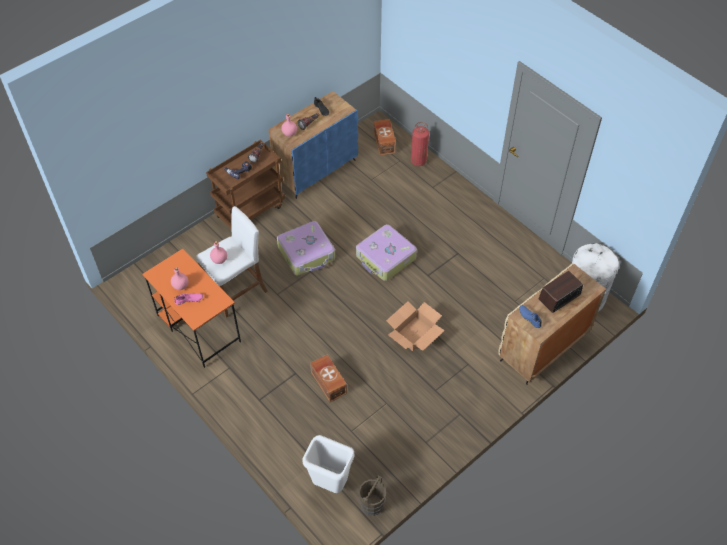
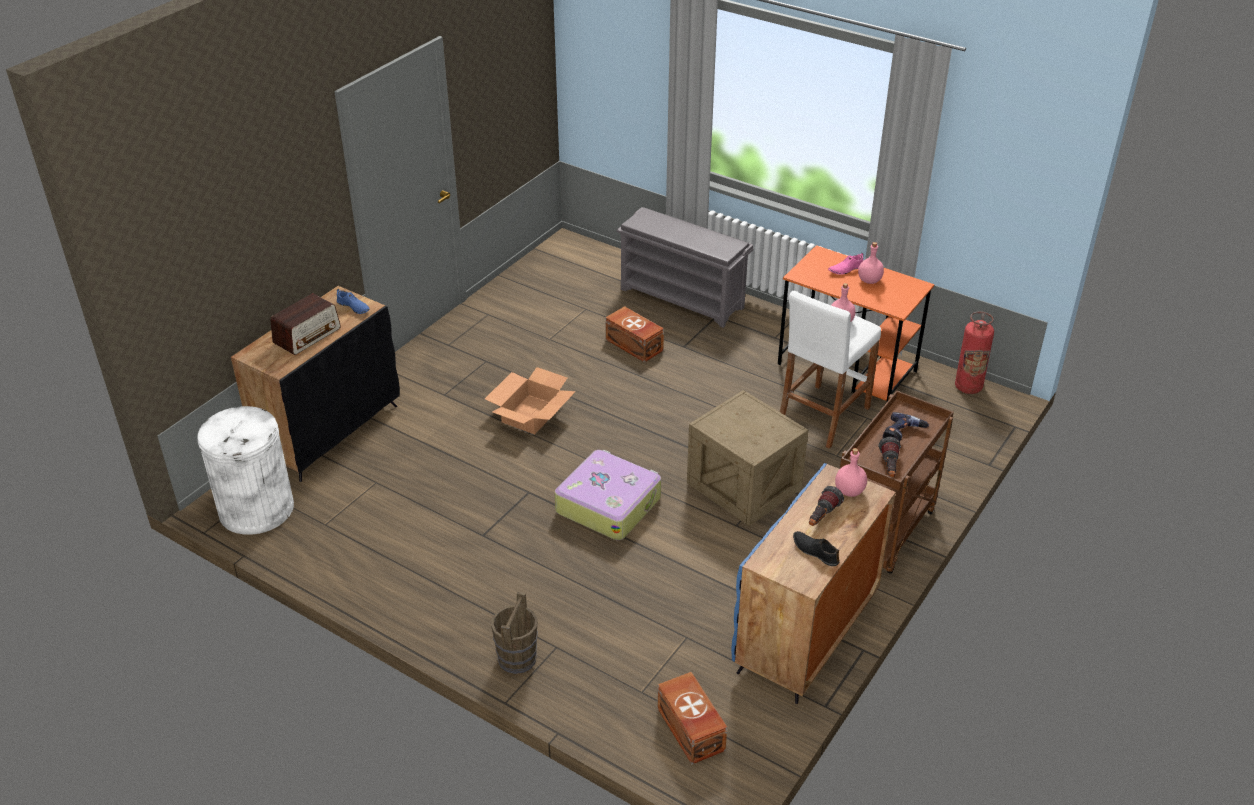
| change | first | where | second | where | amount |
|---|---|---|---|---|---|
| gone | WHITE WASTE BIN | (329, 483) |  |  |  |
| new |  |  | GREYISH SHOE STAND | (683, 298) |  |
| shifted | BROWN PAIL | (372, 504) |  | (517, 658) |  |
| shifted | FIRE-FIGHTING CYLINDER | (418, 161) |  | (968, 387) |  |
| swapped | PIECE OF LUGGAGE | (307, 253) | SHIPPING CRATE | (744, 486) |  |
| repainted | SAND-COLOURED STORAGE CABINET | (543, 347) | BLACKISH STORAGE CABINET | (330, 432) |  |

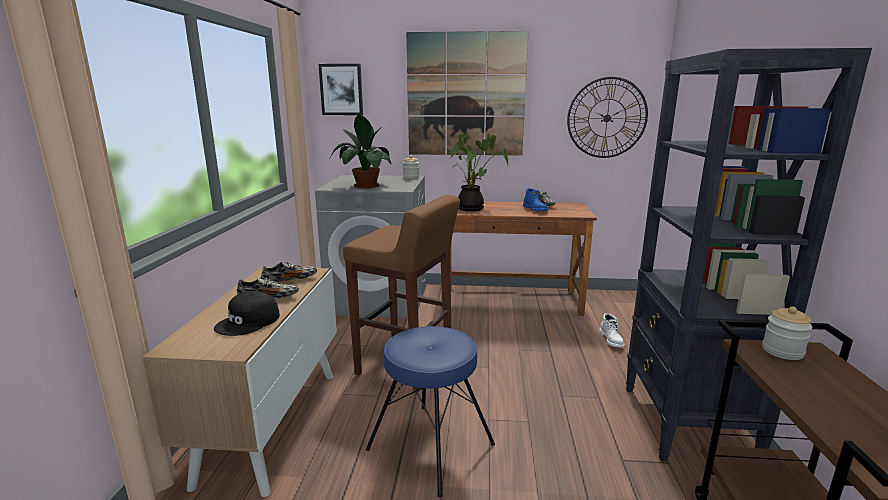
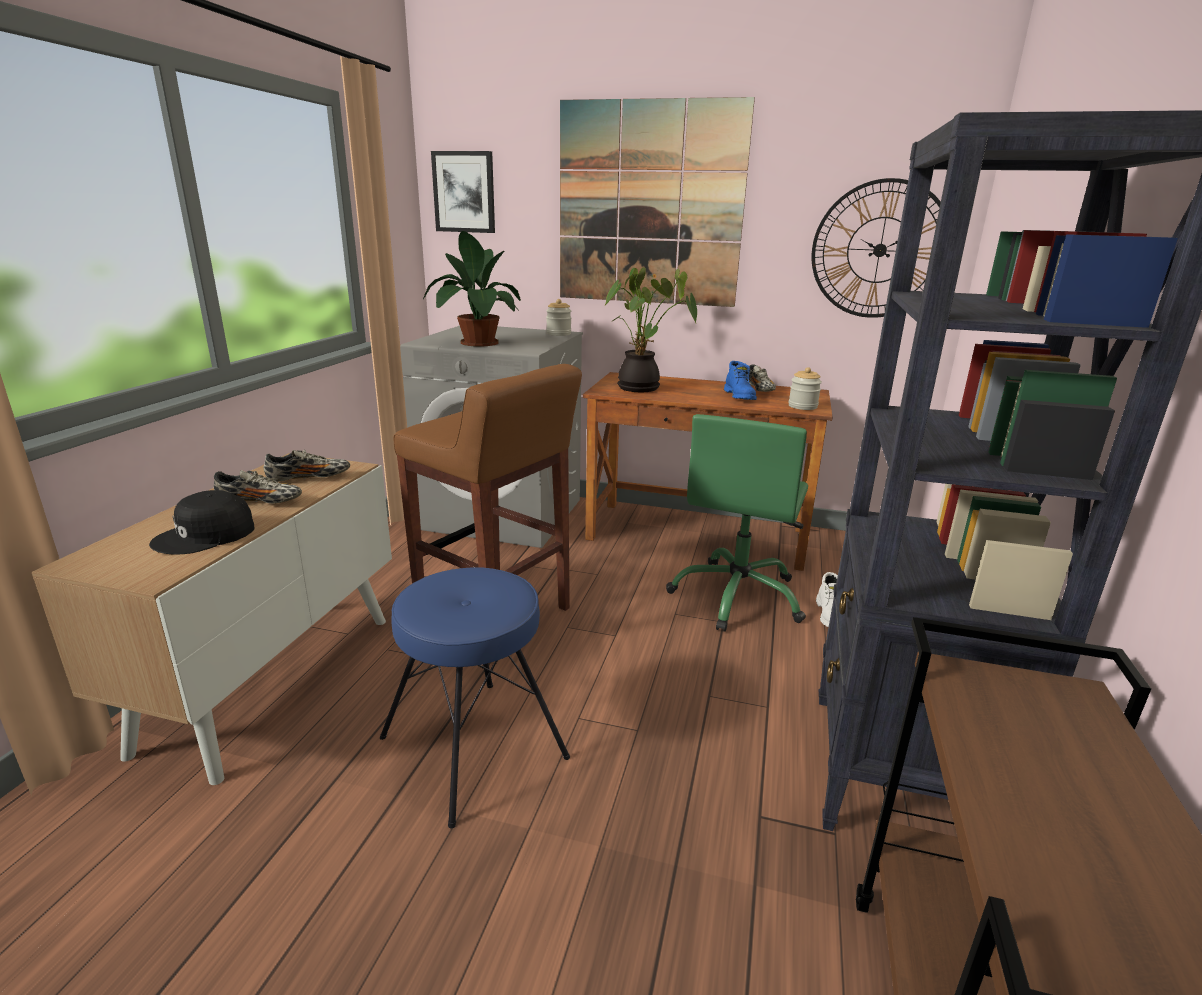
| change | first | where | second | where | amount |
|---|---|---|---|---|---|
| new |  |  | GREEN-COLOURED OFFICE CHAIR | (737, 596) |  |
| shifted | STORAGE JAR | (782, 351) |  | (802, 406) |  |

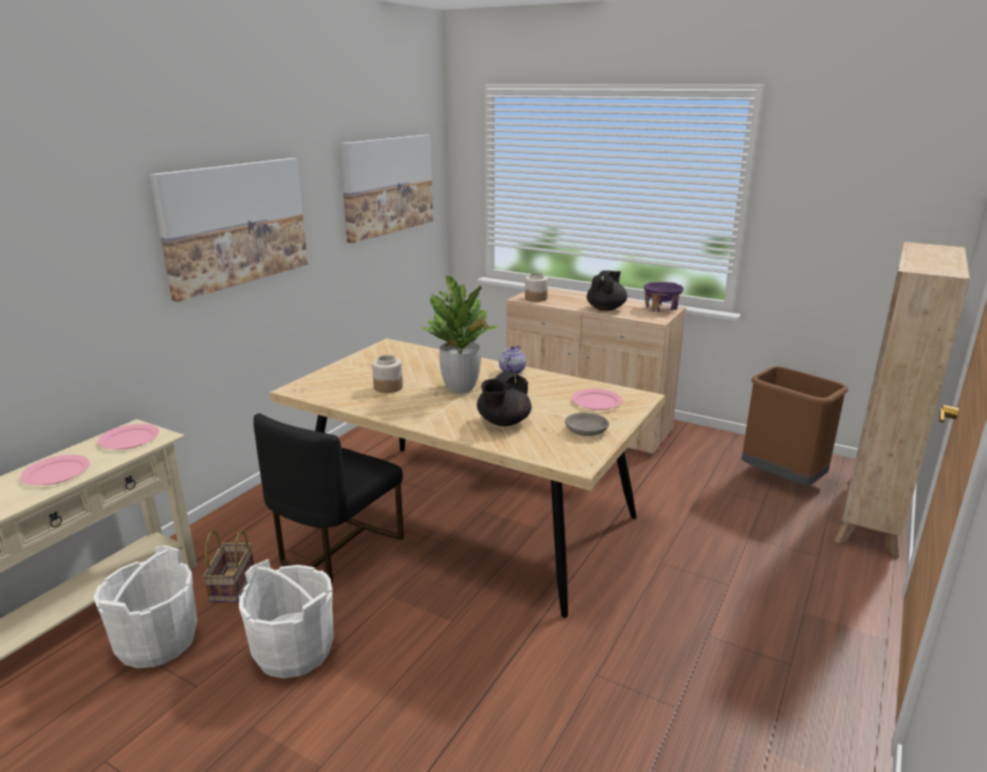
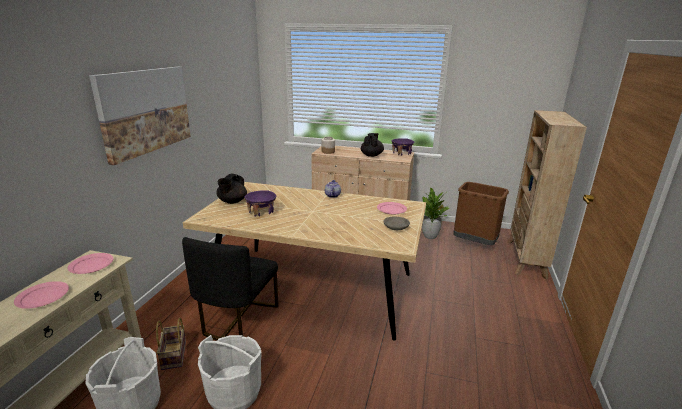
| change | first | where | second | where | amount |
|---|---|---|---|---|---|
| gone | WALL PICTURE | (387, 185) |  |  |  |
| shifted | PLANT IN A POT | (461, 387) |  | (430, 236) |  |
| shifted | BLACKISH POT FOR TEA | (503, 422) |  | (232, 201) |  |
| swapped | STORAGE JAR | (388, 387) | PURPLE SERVING BOWL | (261, 212) |  |

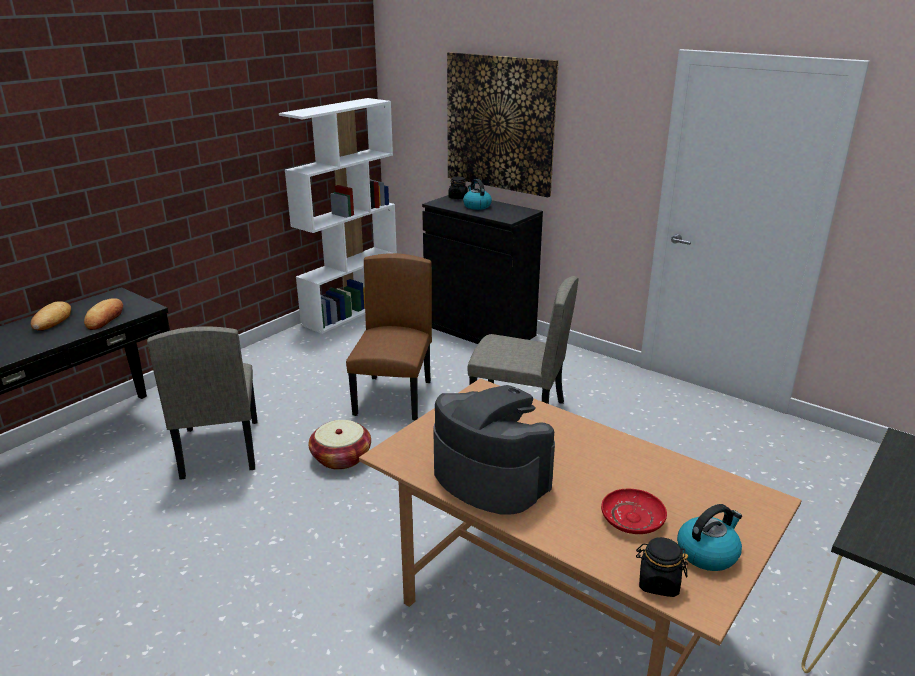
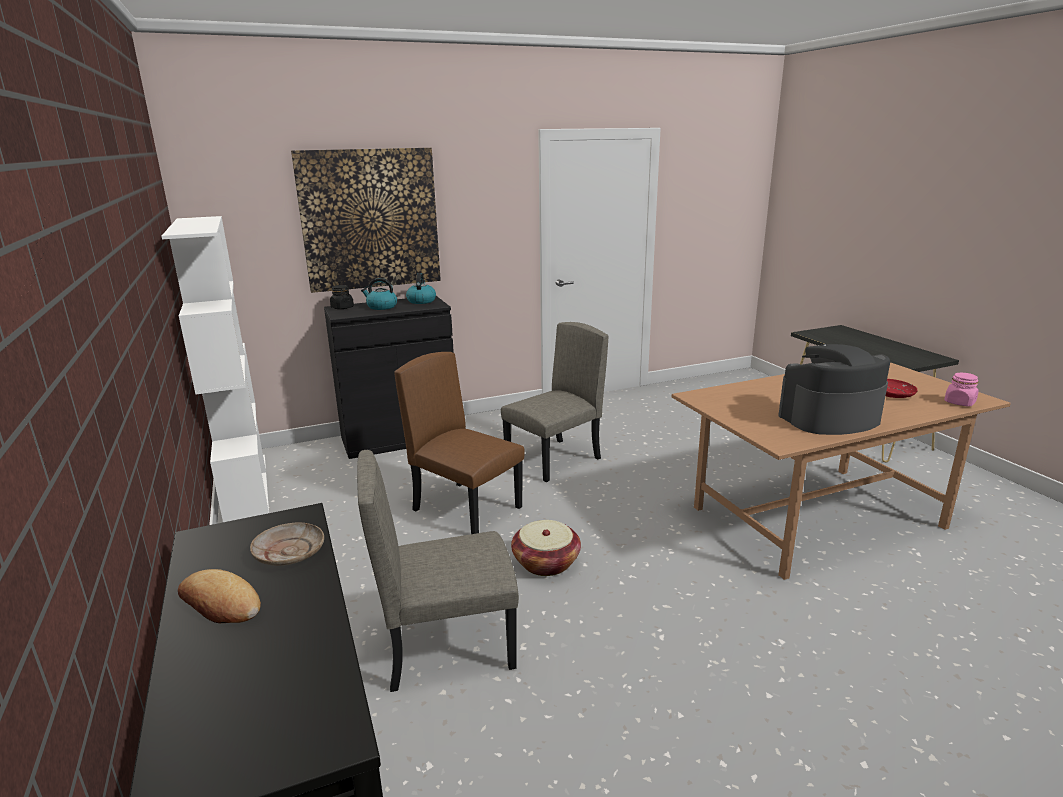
| change | first | where | second | where | amount |
|---|---|---|---|---|---|
| shifted | WATER KETTLE | (707, 553) |  | (421, 301) |  |
| swapped | BREAD | (105, 318) | SAND-COLOURED PLATE | (289, 552) |  |
| repainted | BLACKISH STORAGE JAR | (658, 583) | PINKISH STORAGE JAR | (959, 402) |  |
| rotated | SAND-COLOURED UPRIGHT CHAIR | (219, 449) |  | (448, 645) | 150 degrees clockwise |

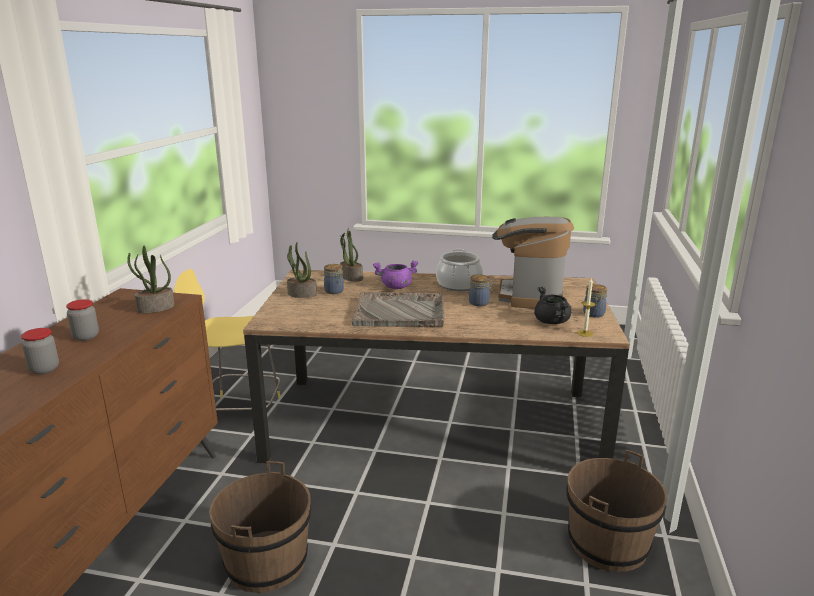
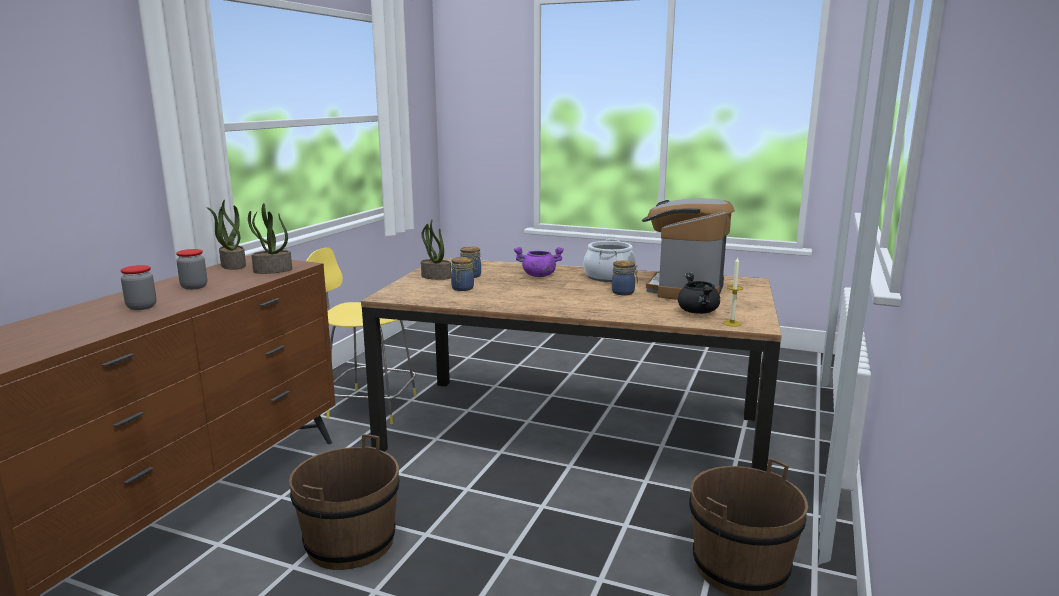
| change | first | where | second | where | amount |
|---|---|---|---|---|---|
| gone | GREYISH SERVING TRAY | (400, 312) |  |  |  |
| shifted | PLANT IN A POT | (351, 277) |  | (232, 265) |  |
| shifted | STORAGE JAR | (594, 314) |  | (462, 289) |  |

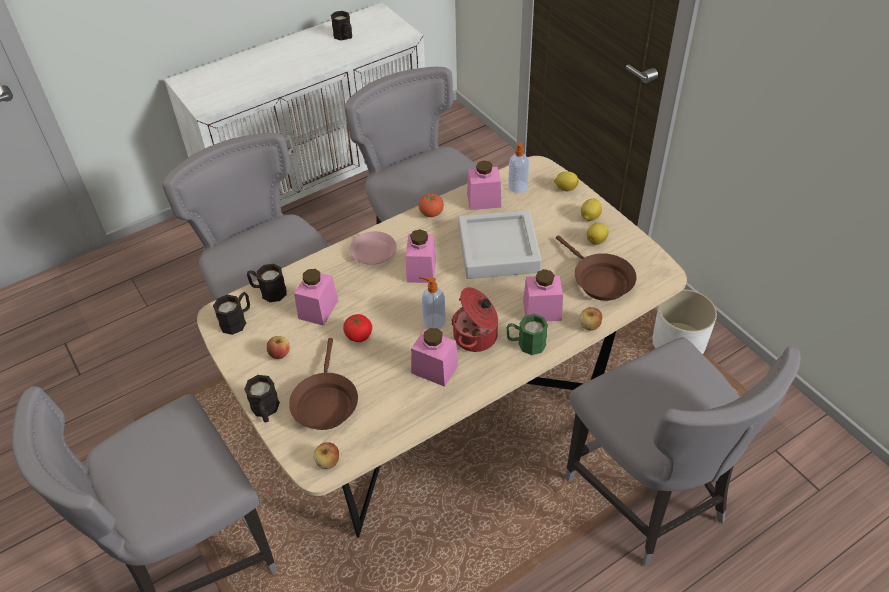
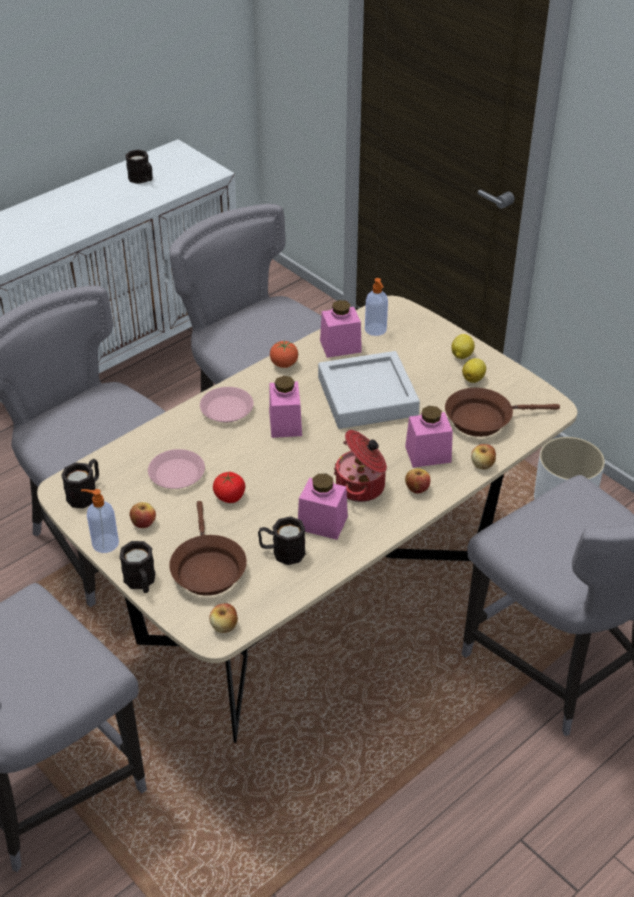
| change | first | where | second | where | amount |
|---|---|---|---|---|---|
| gone | CITRUS FRUIT | (565, 188) |  |  |  |
| shifted | BLACKISH COFFEE MUG | (268, 292) |  | (282, 552) |  |
| shifted | SOAP BOTTLE | (433, 321) |  | (104, 543) |  |
| swapped | PINKISH STORAGE JAR | (318, 309) | PINKISH PLATE | (177, 474) |  |
| swapped | GREEN-COLOURED COFFEE MUG | (526, 343) | APPLE FRUIT | (417, 489) |  |
| rotated | BROWN PAN | (599, 280) |  | (484, 419) | 120 degrees clockwise |

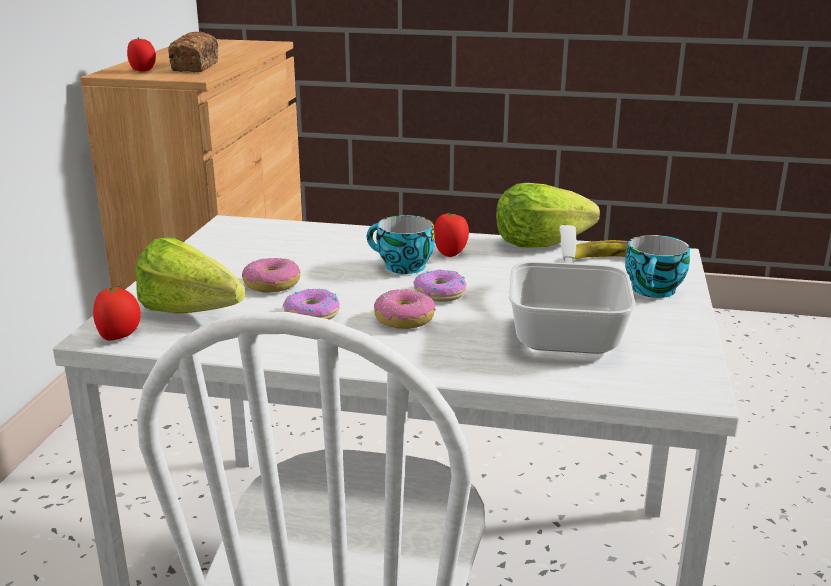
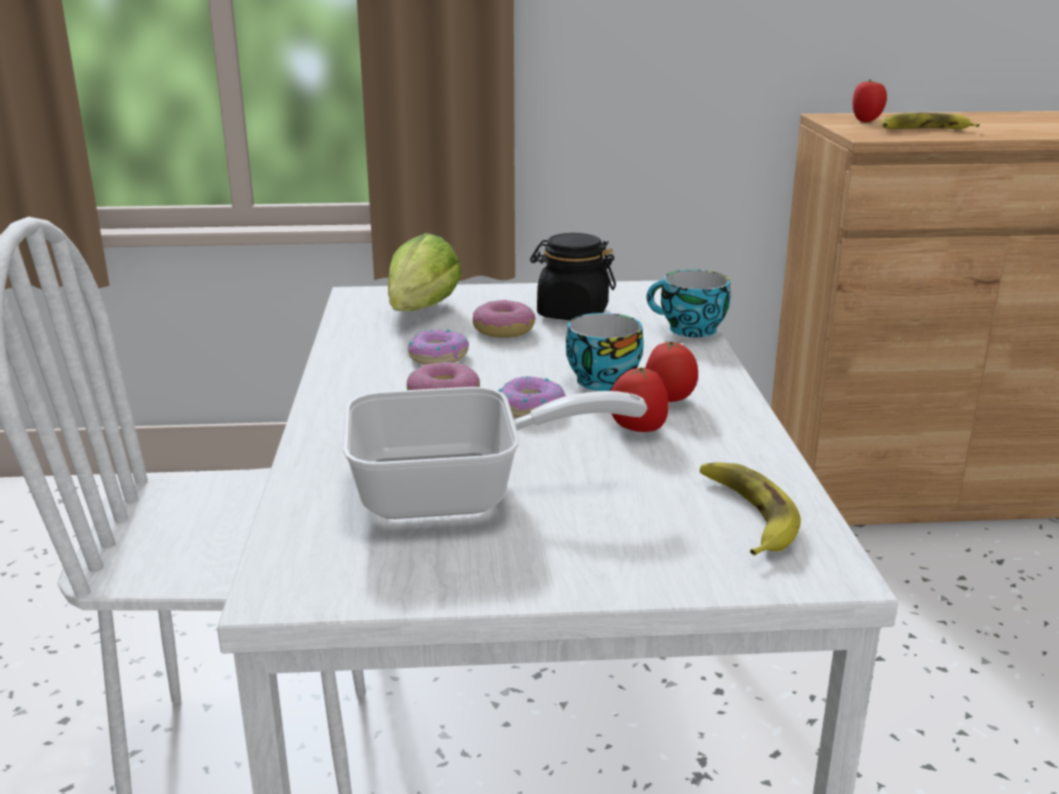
| change | first | where | second | where | amount |
|---|---|---|---|---|---|
| gone | LETTUCE HEAD | (539, 244) |  |  |  |
| new |  |  | BLACKISH STORAGE JAR | (572, 313) |  |
| shifted | FRESH TOMATO | (120, 337) |  | (637, 429) |  |
| shifted | CUP | (654, 291) |  | (689, 330) |  |
| swapped | BREAD | (195, 67) | BANANA FRUIT | (923, 130) |  |

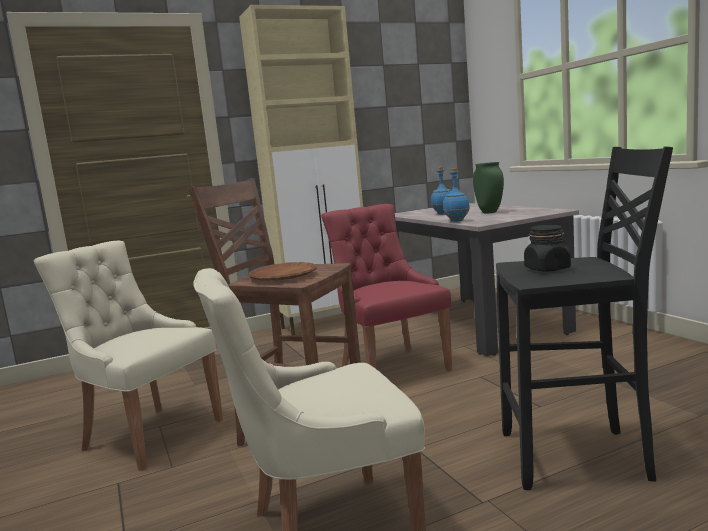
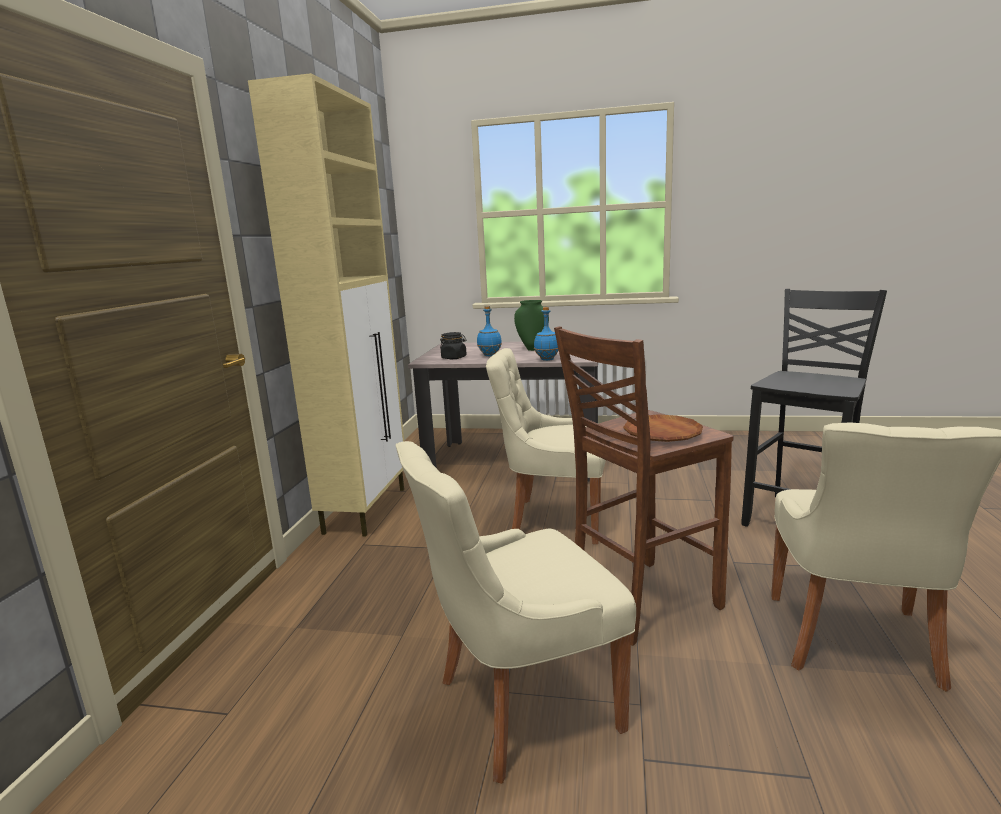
| change | first | where | second | where | amount |
|---|---|---|---|---|---|
| shifted | BLACKISH STORAGE JAR | (547, 269) |  | (454, 358) |  |
| repainted | REDDISH UPRIGHT CHAIR | (392, 367) | SAND-COLOURED UPRIGHT CHAIR | (553, 519) |  |

